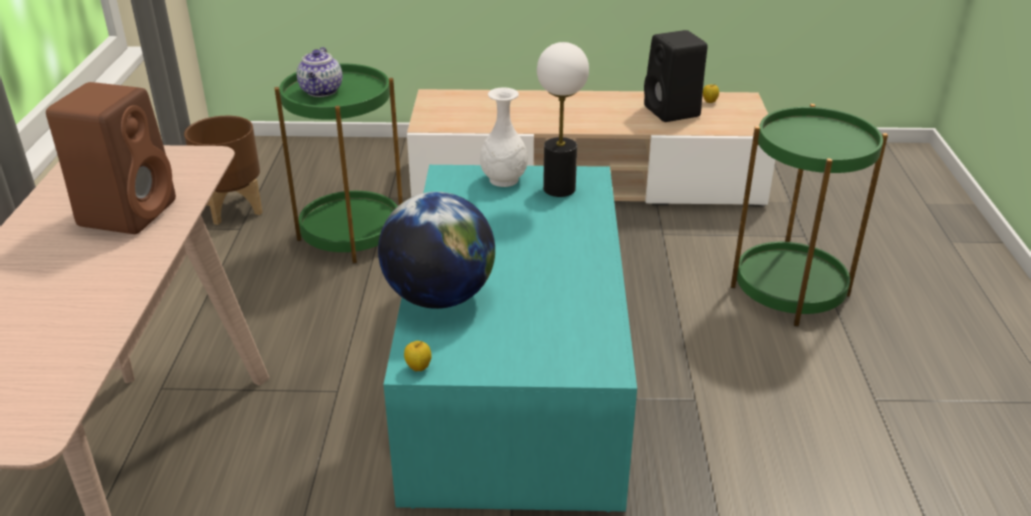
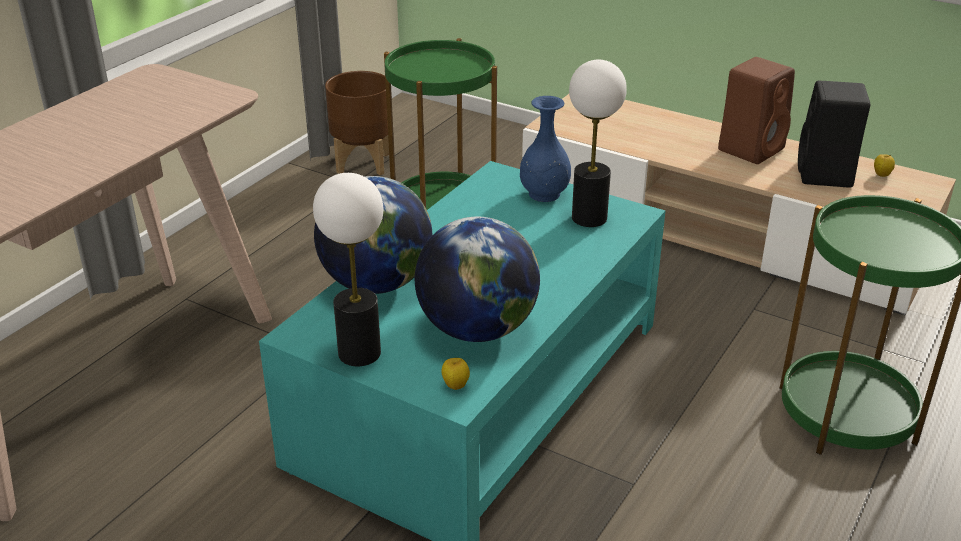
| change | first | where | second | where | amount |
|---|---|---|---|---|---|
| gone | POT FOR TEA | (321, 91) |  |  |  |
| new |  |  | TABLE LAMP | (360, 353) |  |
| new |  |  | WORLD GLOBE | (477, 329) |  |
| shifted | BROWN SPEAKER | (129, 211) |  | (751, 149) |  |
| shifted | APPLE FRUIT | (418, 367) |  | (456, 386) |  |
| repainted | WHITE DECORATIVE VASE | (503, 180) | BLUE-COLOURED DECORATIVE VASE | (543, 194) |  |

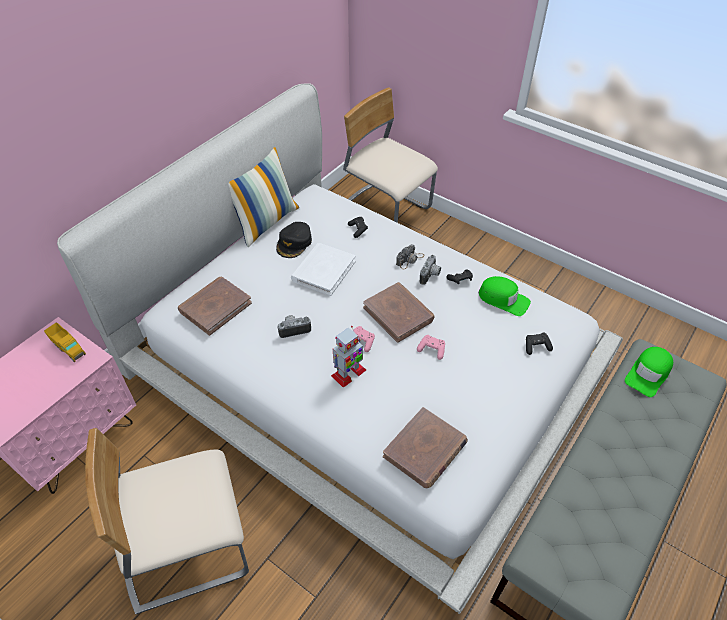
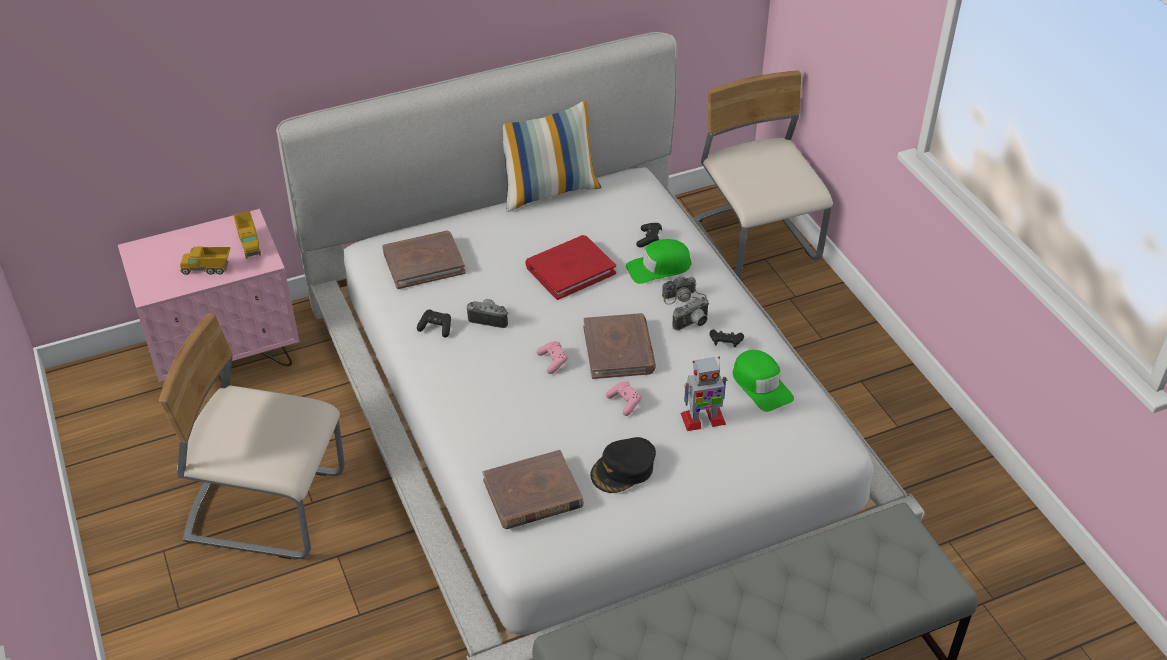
| change | first | where | second | where | amount |
|---|---|---|---|---|---|
| new |  |  | MODEL TRUCK | (208, 269) |  |
| shifted | BLACKISH BASEBALL CAP | (294, 243) |  | (623, 470) |  |
| shifted | MODEL ROBOT | (348, 373) |  | (702, 419) |  |
| shifted | BLACKISH GAMEPAD | (536, 346) |  | (436, 328) |  |
| shifted | GREEN-COLOURED BASEBALL CAP | (648, 374) |  | (659, 267) |  |
| repainted | WHITE BOOK | (323, 271) | REDDISH BOOK | (570, 270) |  |

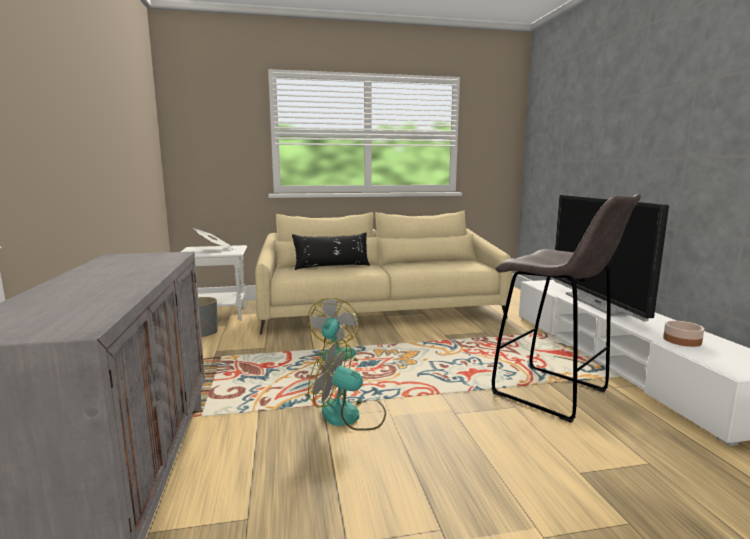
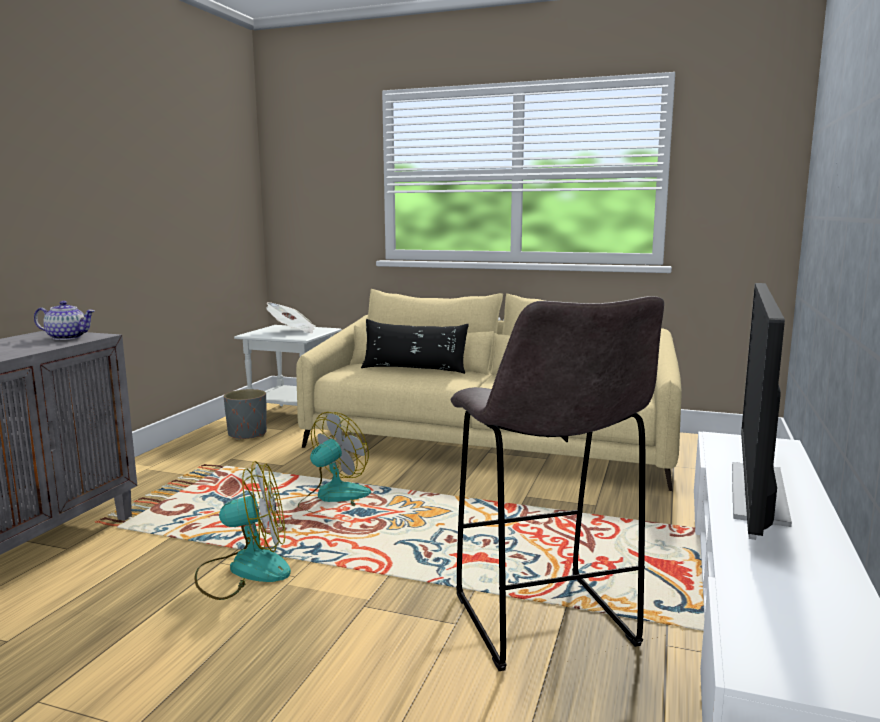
| change | first | where | second | where | amount |
|---|---|---|---|---|---|
| gone | SERVING BOWL | (682, 340) |  |  |  |
| new |  |  | POT FOR TEA | (67, 337) |  |
| rotated | FAN | (350, 416) |  | (244, 570) | 120 degrees clockwise |

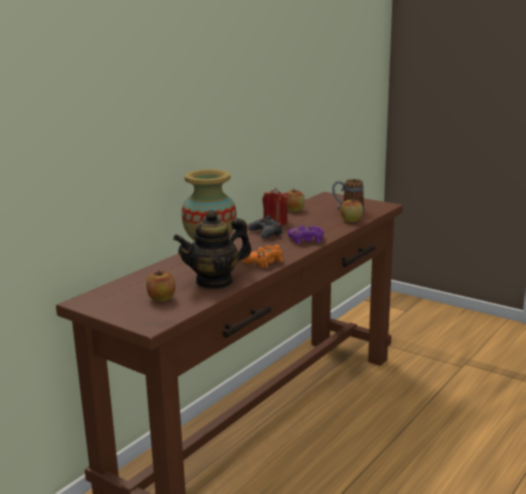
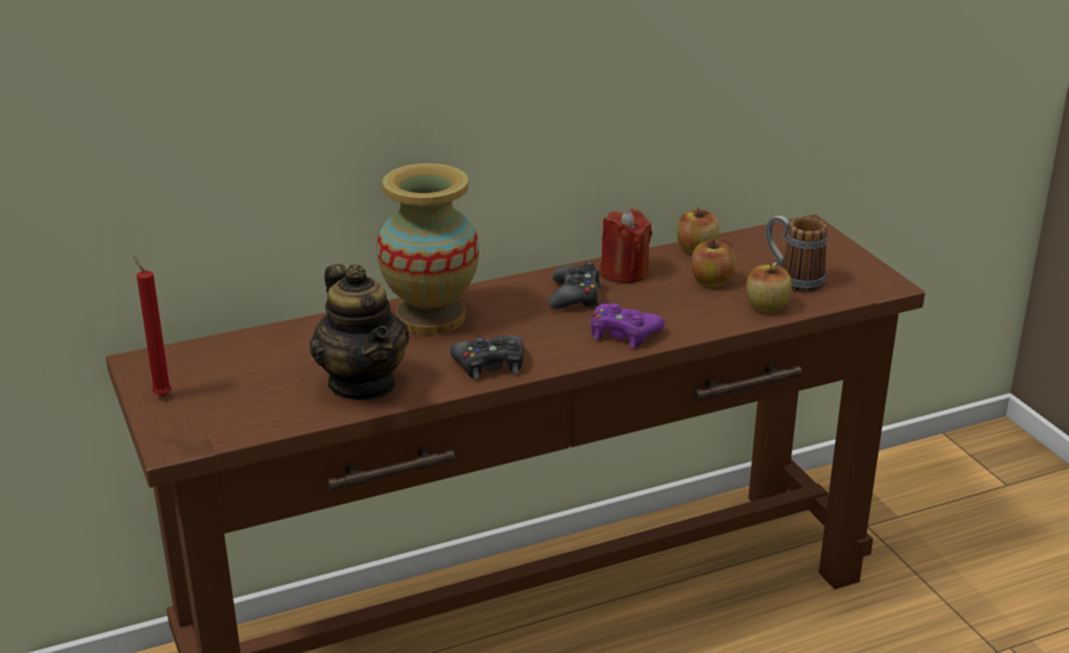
| change | first | where | second | where | amount |
|---|---|---|---|---|---|
| new |  |  | REDDISH WAX CANDLE | (161, 395) |  |
| shifted | APPLE FRUIT | (161, 298) |  | (712, 281) |  |
| repainted | ORANGE GAMEPAD | (264, 262) | BLACKISH GAMEPAD | (490, 364) |  |
| rotated | POT FOR TEA | (215, 282) |  | (363, 384) | 120 degrees counterclockwise |

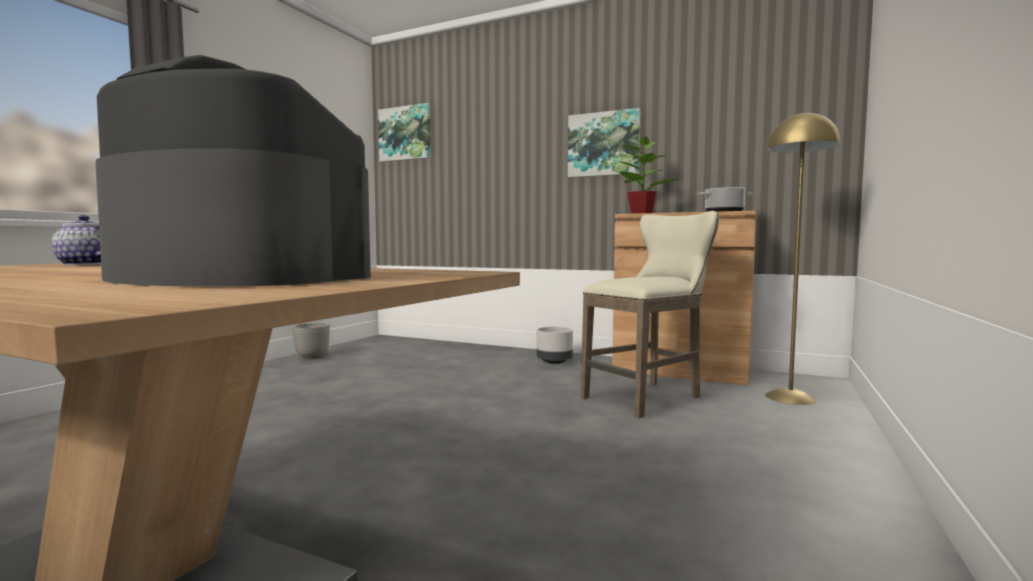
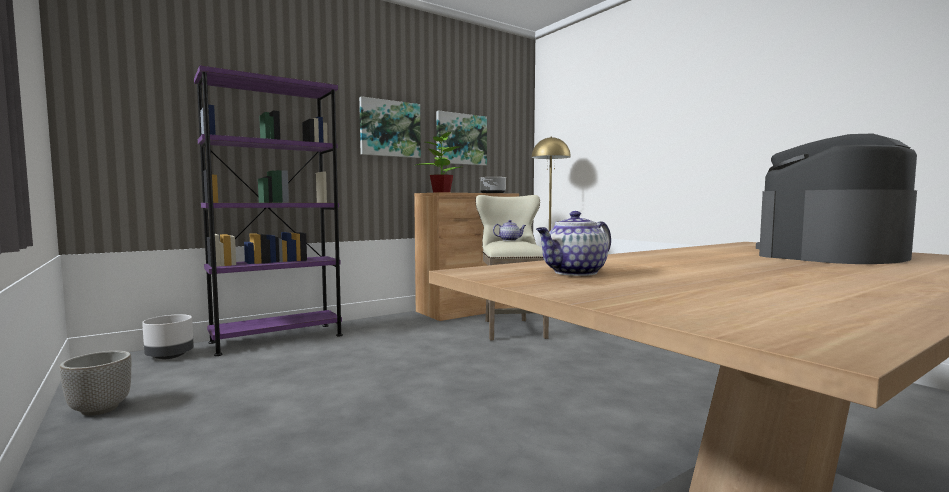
| change | first | where | second | where | amount |
|---|---|---|---|---|---|
| new |  |  | PURPLE BOOKSHELF | (277, 339) |  |
| new |  |  | POT FOR TEA | (510, 240) |  |
| shifted | WALL PICTURE | (405, 133) |  | (461, 139) |  |
| shifted | GREYISH FLOWER POT | (554, 362) |  | (170, 356) |  |

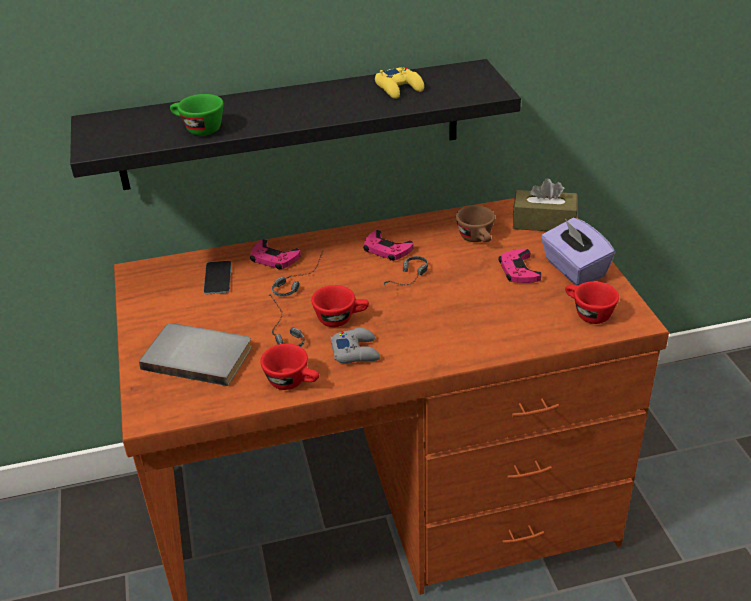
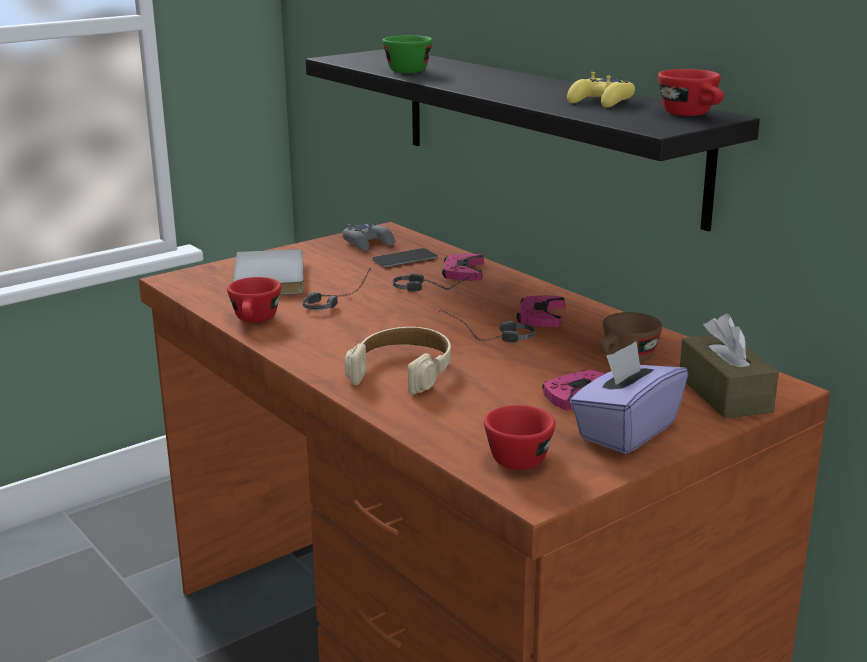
| change | first | where | second | where | amount |
|---|---|---|---|---|---|
| new |  |  | SAND-COLOURED HEADSET | (403, 370) |  |
| shifted | REDDISH CUP | (341, 318) |  | (693, 115) |  |
| shifted | GREYISH GAMEPAD | (356, 351) |  | (368, 243) |  |

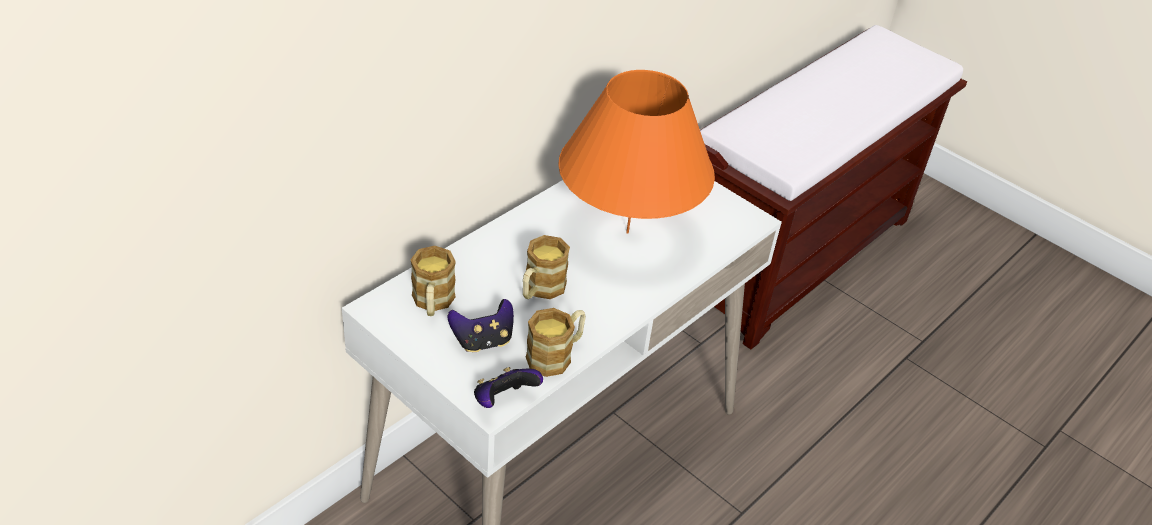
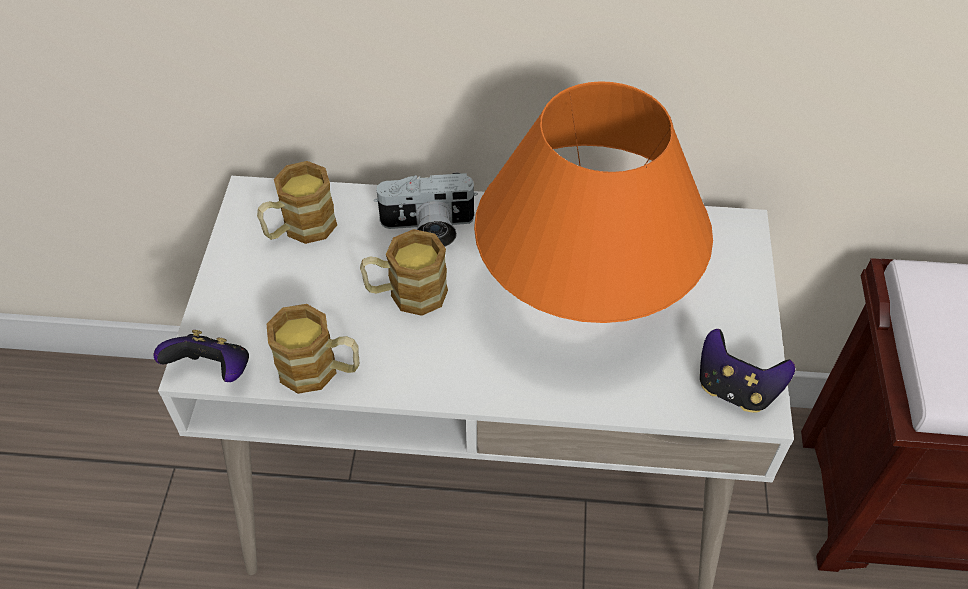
| change | first | where | second | where | amount |
|---|---|---|---|---|---|
| new |  |  | STILL CAMERA | (428, 228) |  |
| shifted | GAMEPAD | (483, 341) |  | (735, 389) |  |

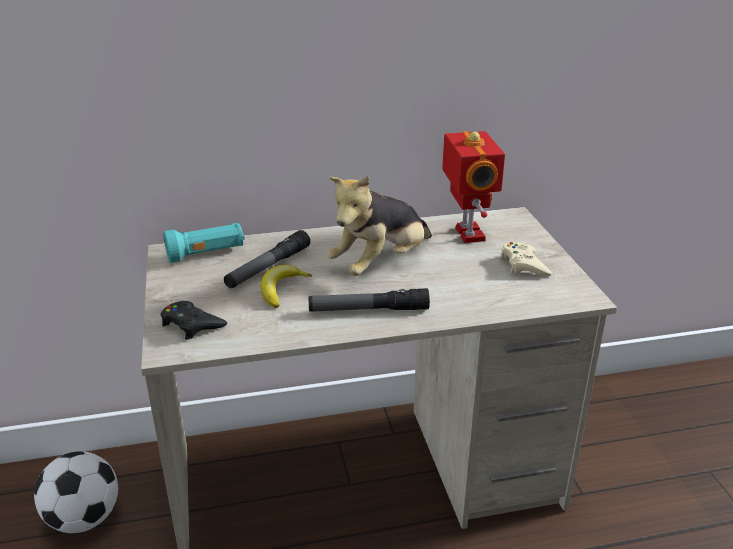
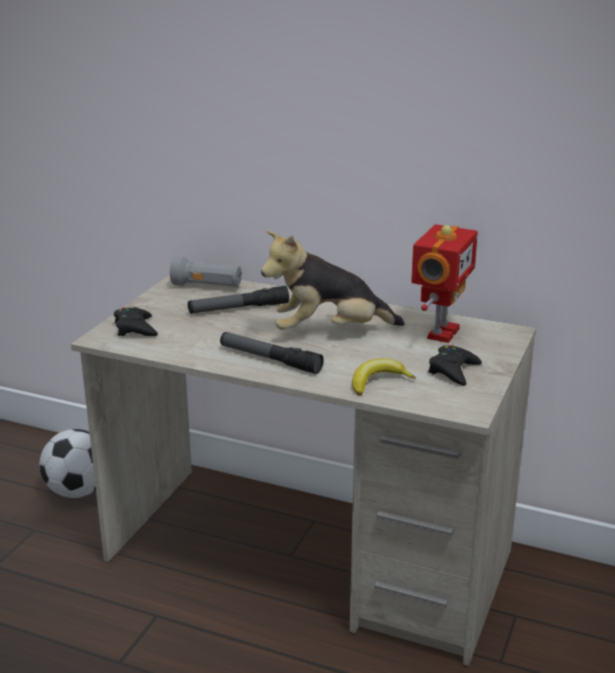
| change | first | where | second | where | amount |
|---|---|---|---|---|---|
| shifted | BANANA FRUIT | (281, 290) |  | (378, 382) |  |
| repainted | TURQUOISE HAND TORCH | (206, 254) | GREYISH HAND TORCH | (207, 287) |  |
| repainted | SAND-COLOURED GAMEPAD | (523, 265) | BLACKISH GAMEPAD | (453, 370) |  |

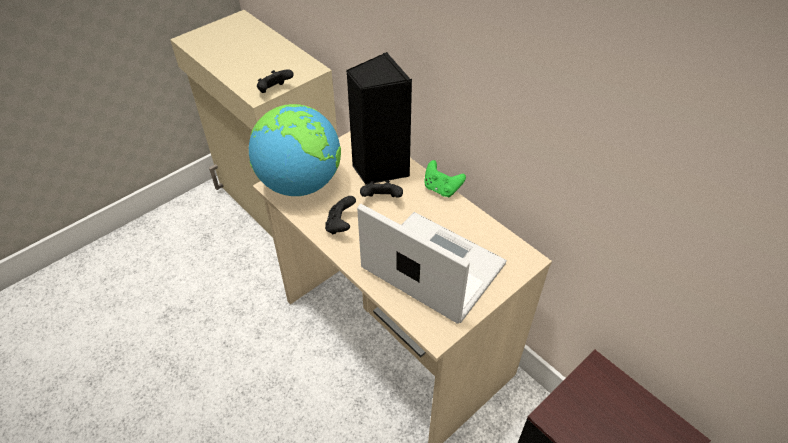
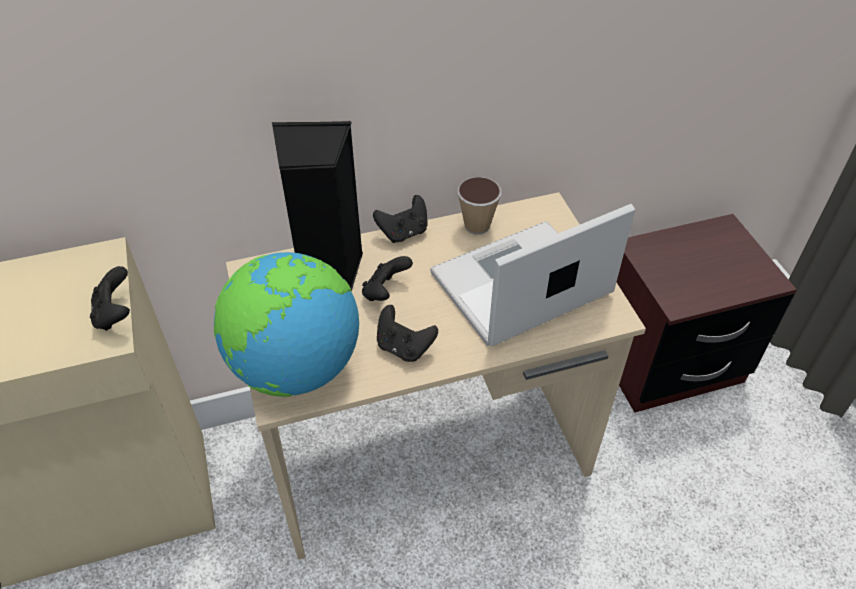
| change | first | where | second | where | amount |
|---|---|---|---|---|---|
| new |  |  | CUP | (477, 226) |  |
| repainted | GREEN-COLOURED GAMEPAD | (441, 189) | BLACKISH GAMEPAD | (403, 232) |  |

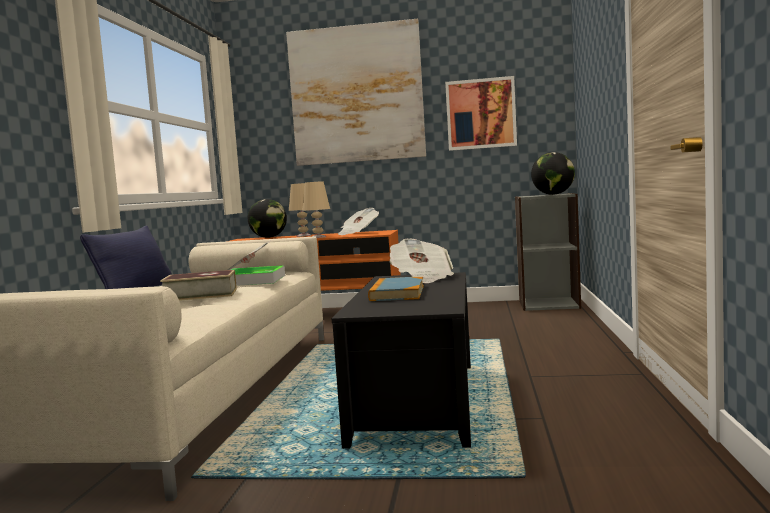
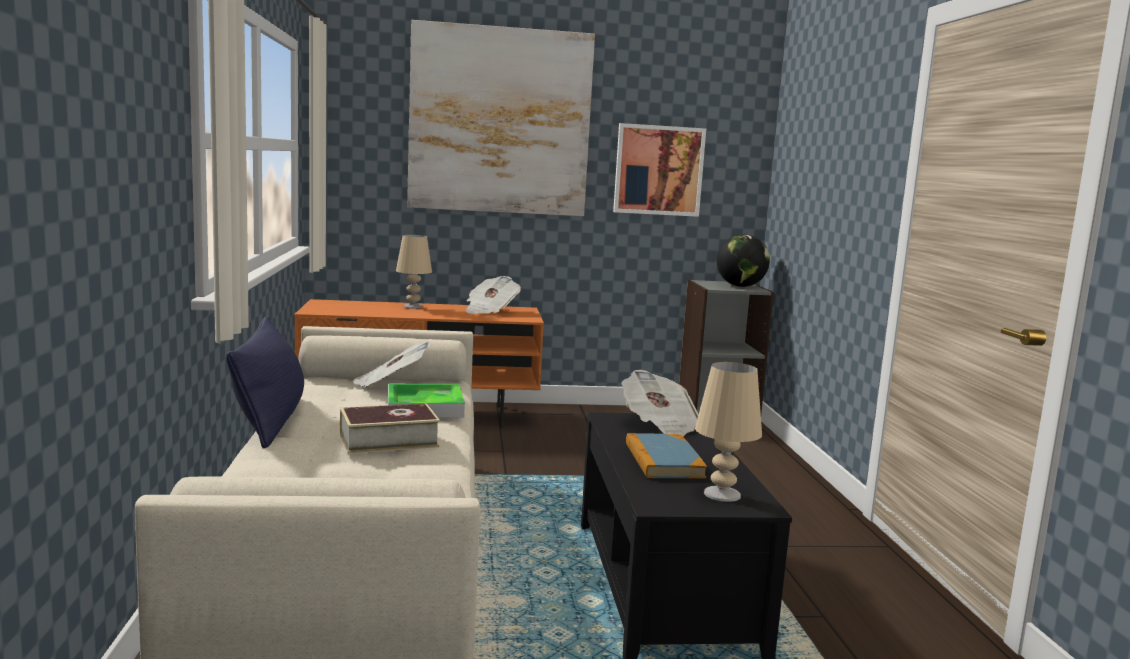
| change | first | where | second | where | amount |
|---|---|---|---|---|---|
| gone | WORLD GLOBE | (268, 237) |  |  |  |
| shifted | SAND-COLOURED TABLE LAMP | (318, 237) |  | (722, 494) |  |

